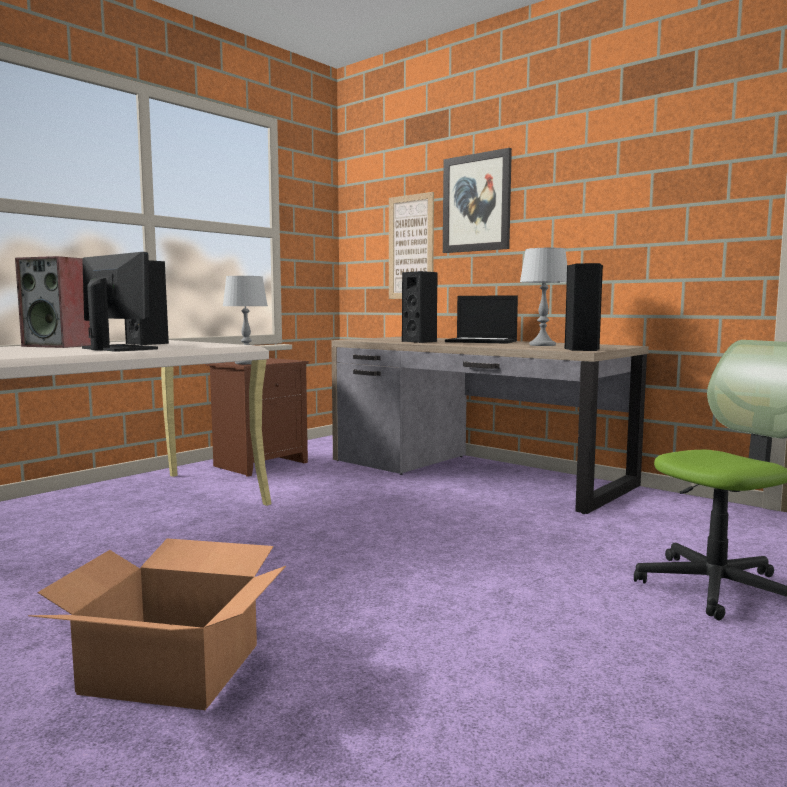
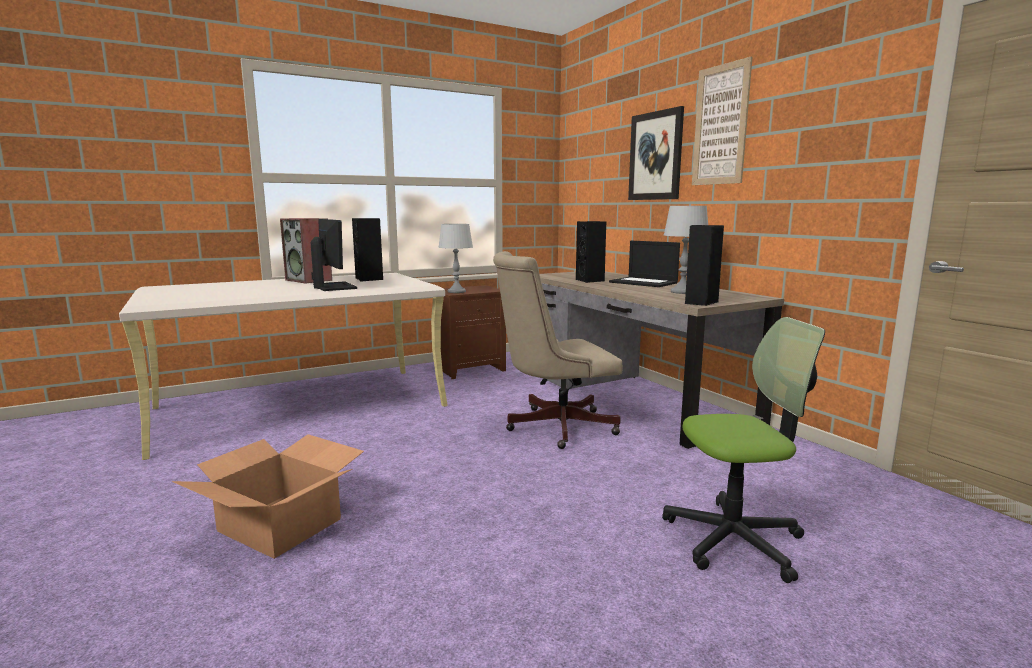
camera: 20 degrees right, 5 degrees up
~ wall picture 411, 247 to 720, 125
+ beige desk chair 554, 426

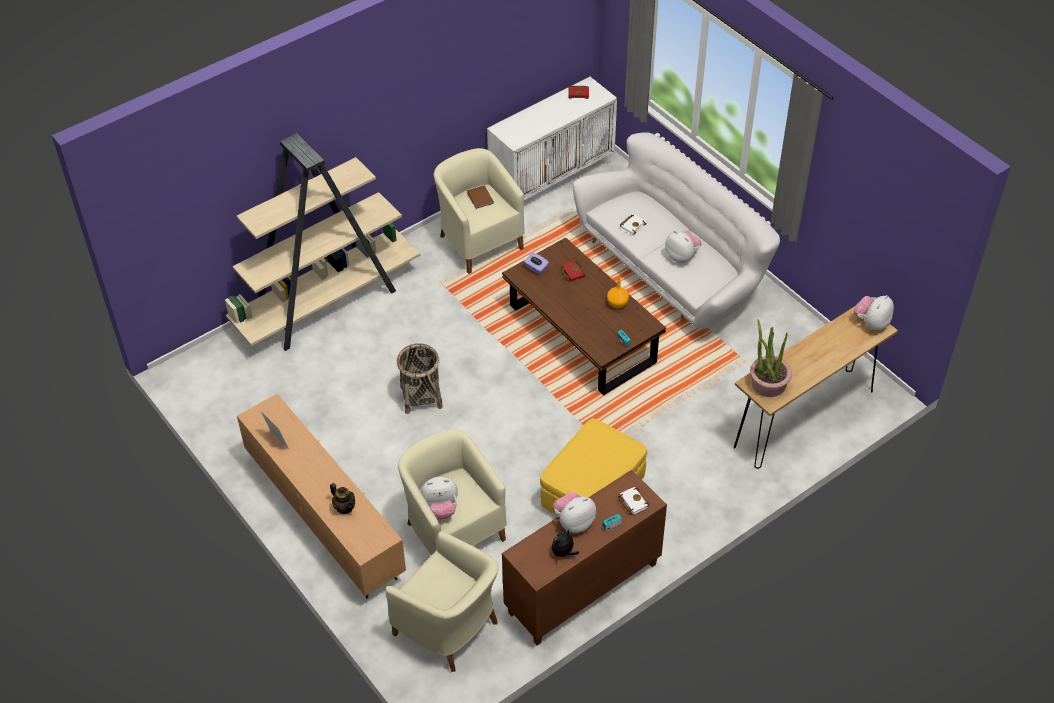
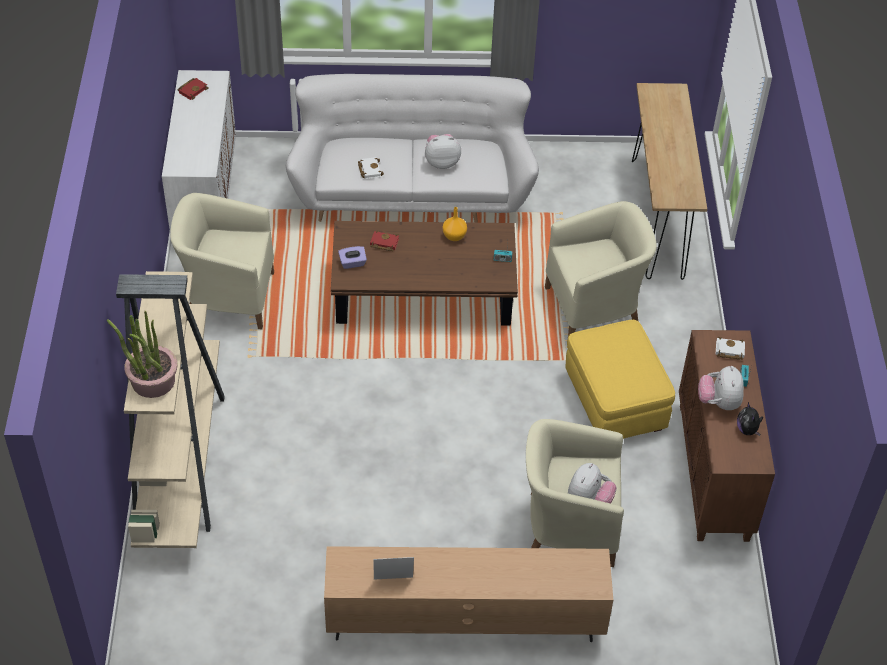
camera: 55 degrees left, 0 degrees up
- brown bound book 480, 198
- cuddly toy 871, 323
~ houseplant 768, 383 to 152, 381
- basket 421, 397
- tea pot 344, 507
~ beige lounge chair 448, 629 to 594, 307

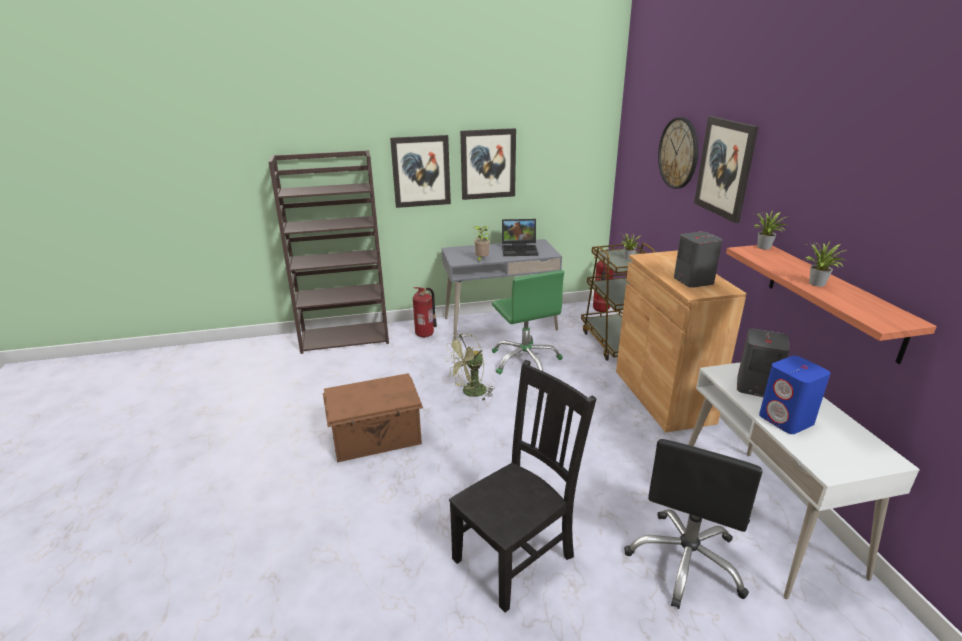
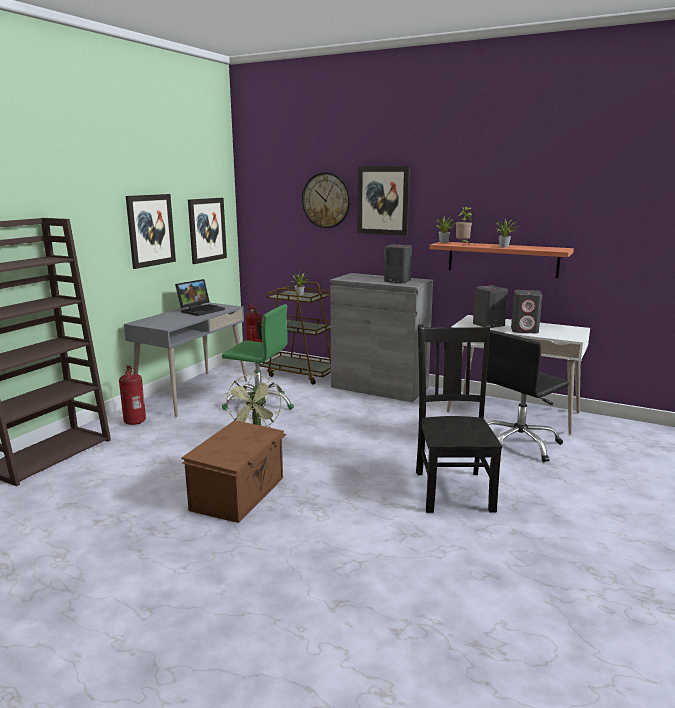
camera: 50 degrees left, 10 degrees down
~ wall picture 421, 171 to 207, 230
~ houseplant 481, 260 to 463, 244
~ brown storage cabinet 663, 396 to gray storage cabinet 379, 387
~ bluish speaker 786, 420 to gray speaker 525, 330
~ black desk chair 686, 561 = 519, 444 75 degrees clockwise

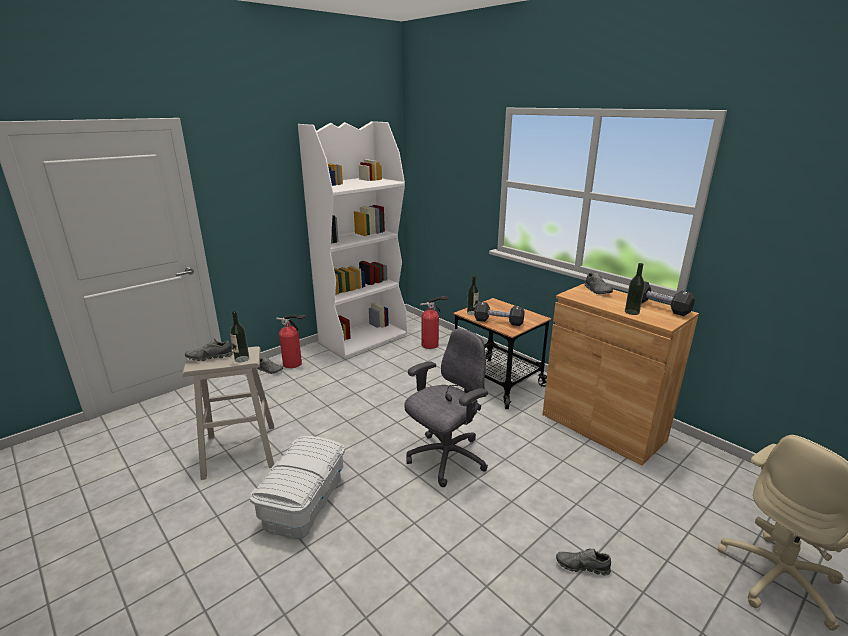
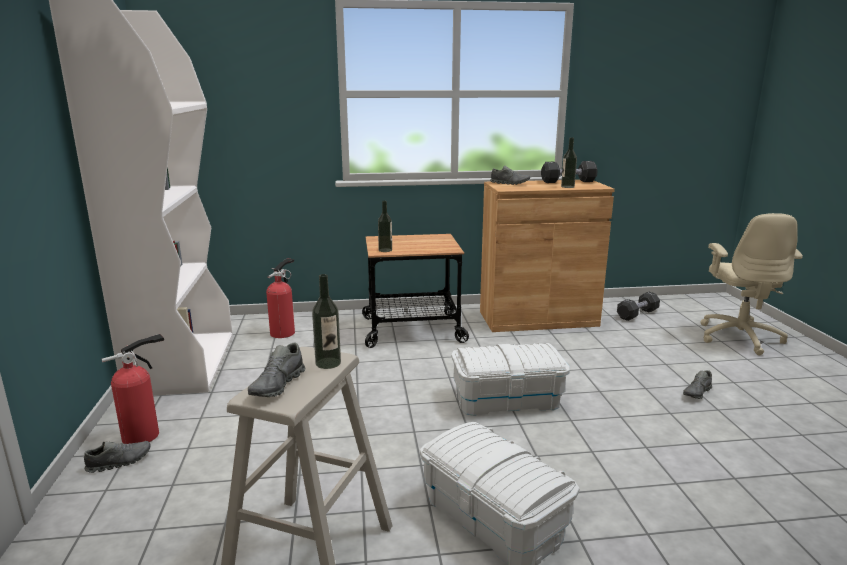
camera: 55 degrees left, 5 degrees down
~ black free weight 498, 322 to 637, 314
~ gray desk chair 445, 458 to white storage box 507, 399

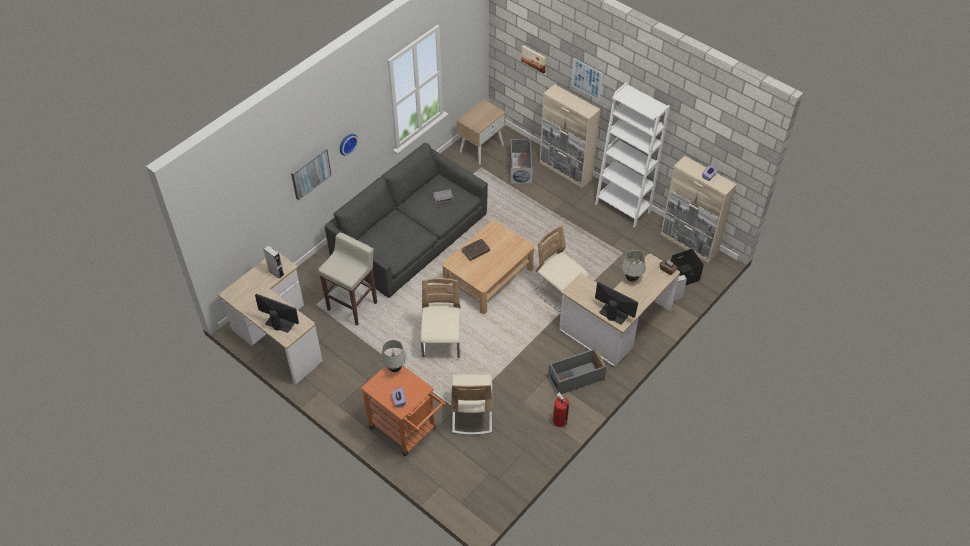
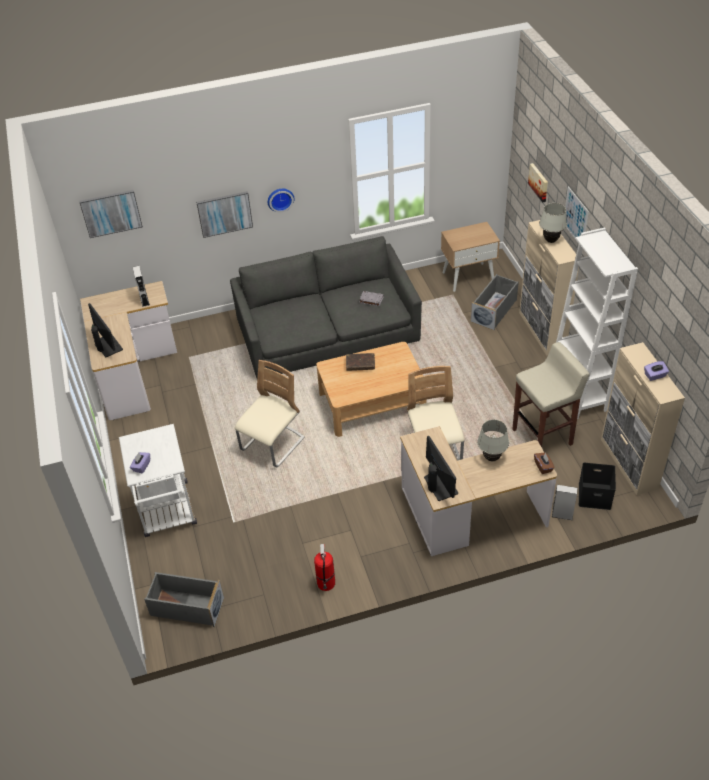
camera: 35 degrees right, 5 degrees down
~ beige stool 353, 306 to 543, 437
~ white table lamp 394, 369 to 550, 240
~ gray storage box 575, 378 to 186, 607
~ orangey cart 406, 431 to white cart 168, 513
- beige chair 472, 414
+ wall picture 111, 213

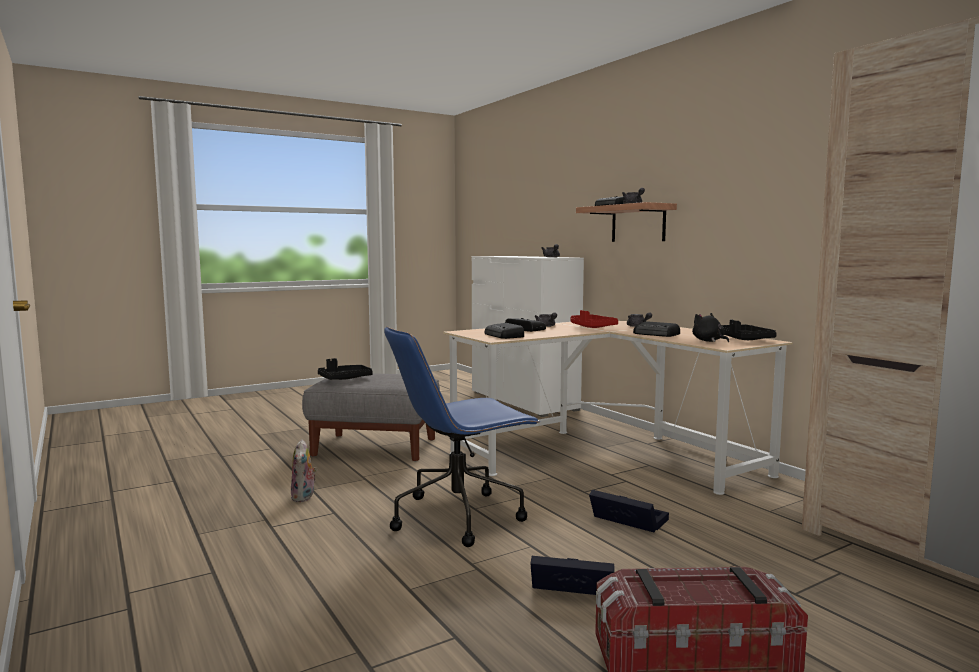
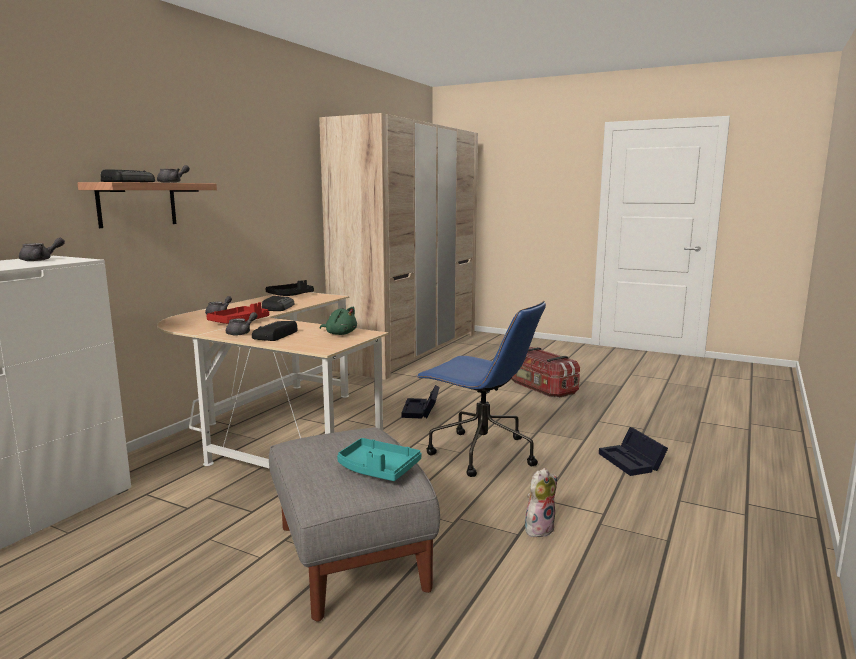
camera: 120 degrees left, 5 degrees up
- black cuddly toy 709, 341
~ radio set 504, 336 to green cuddly toy 340, 334
~ black carrying tray 344, 378 to blue-green carrying tray 377, 469
~ black storage box 570, 585 to 632, 462

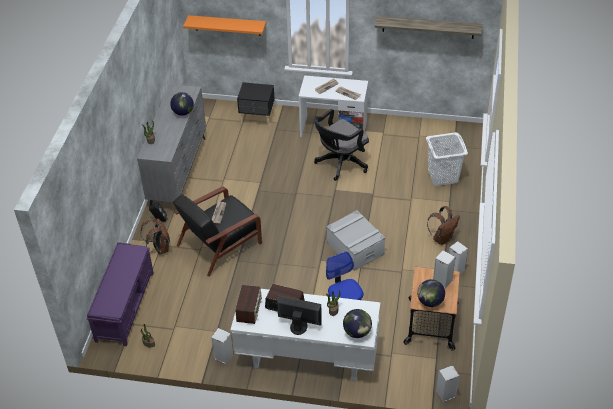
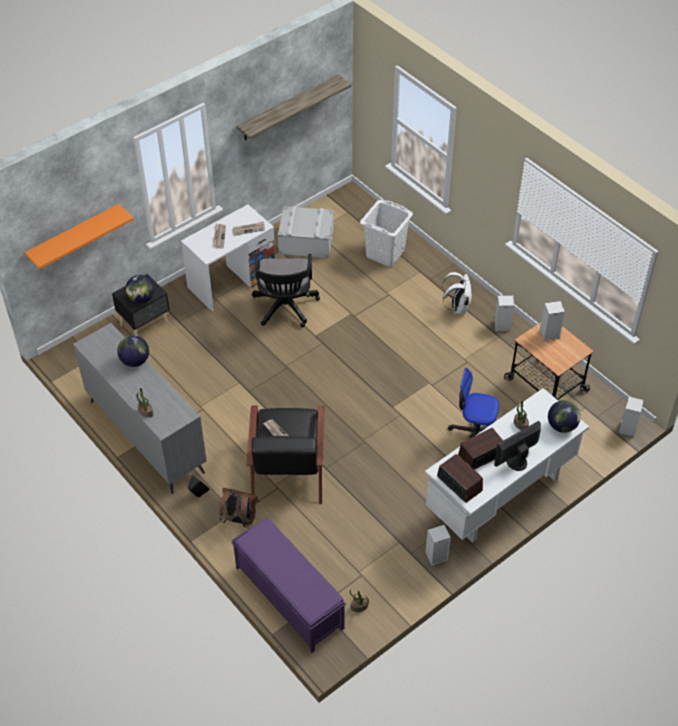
camera: 50 degrees left, 5 degrees up
~ brown rucksack 442, 238 to white rucksack 457, 307
~ gray storage box 355, 248 to 306, 241
~ globe 430, 302 to 141, 299

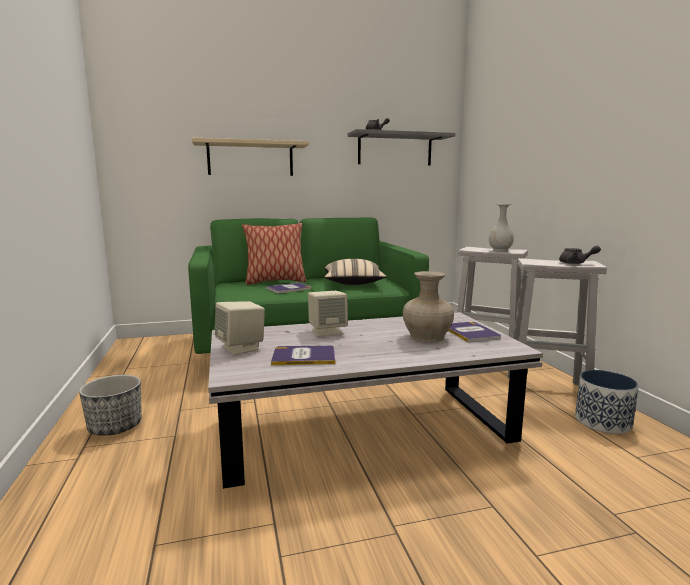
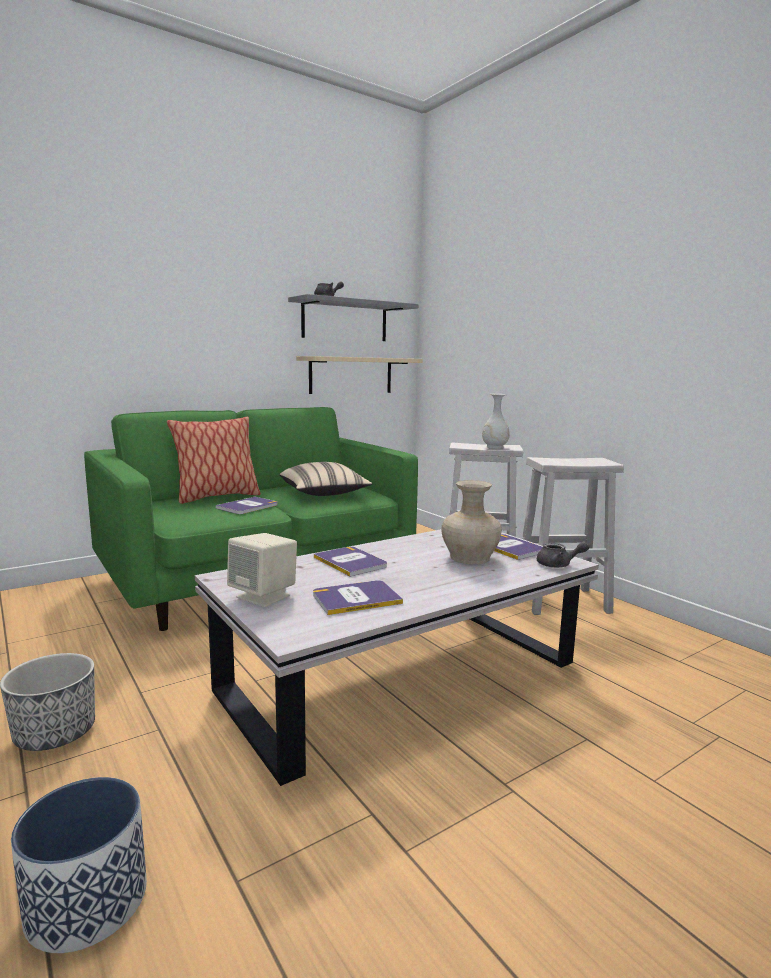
camera: 20 degrees left, 0 degrees up
~ beige bracket shelf 250, 159 to 351, 375
~ gray tea pot 576, 263 to 558, 565
~ beige speaker 327, 331 to bound book 350, 562
~ flower pot 603, 422 to 86, 903

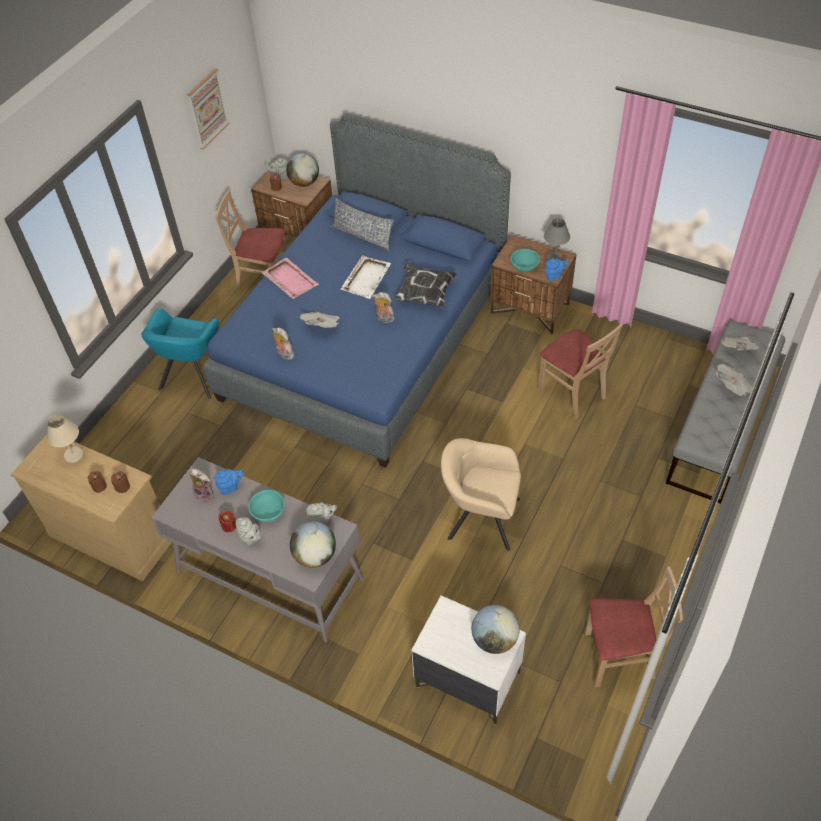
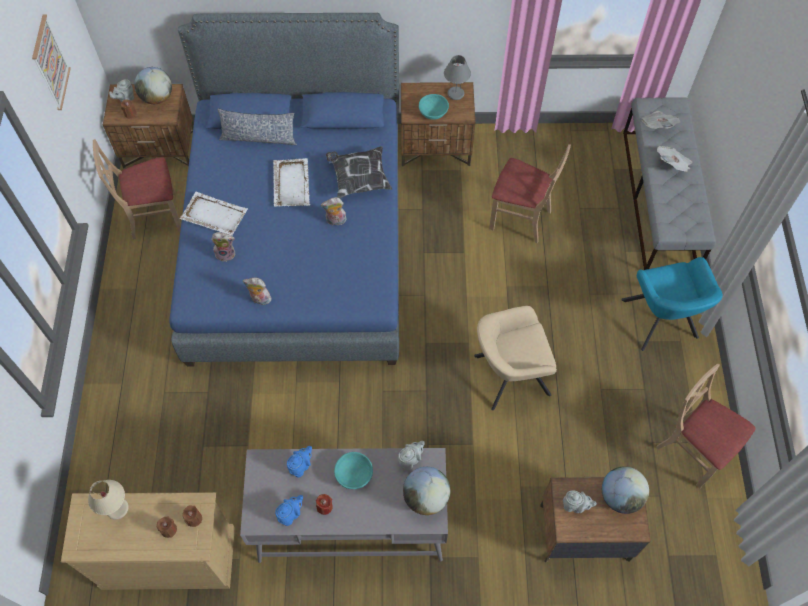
camera: 30 degrees left, 10 degrees up
~ pink carrying tray 290, 279 to white carrying tray 213, 215
~ bluish tea pot 554, 276 to 291, 514
~ blue-green lounge chair 193, 375 to 661, 321
- printed paper 322, 326
~ cuddly toy 205, 494 to 226, 254
~ gray tea pot 250, 538 to 575, 506
~ beige chair 619, 657 = 693, 450 105 degrees counterclockwise
~ white nightstand 467, 679 to brown nightstand 583, 533

